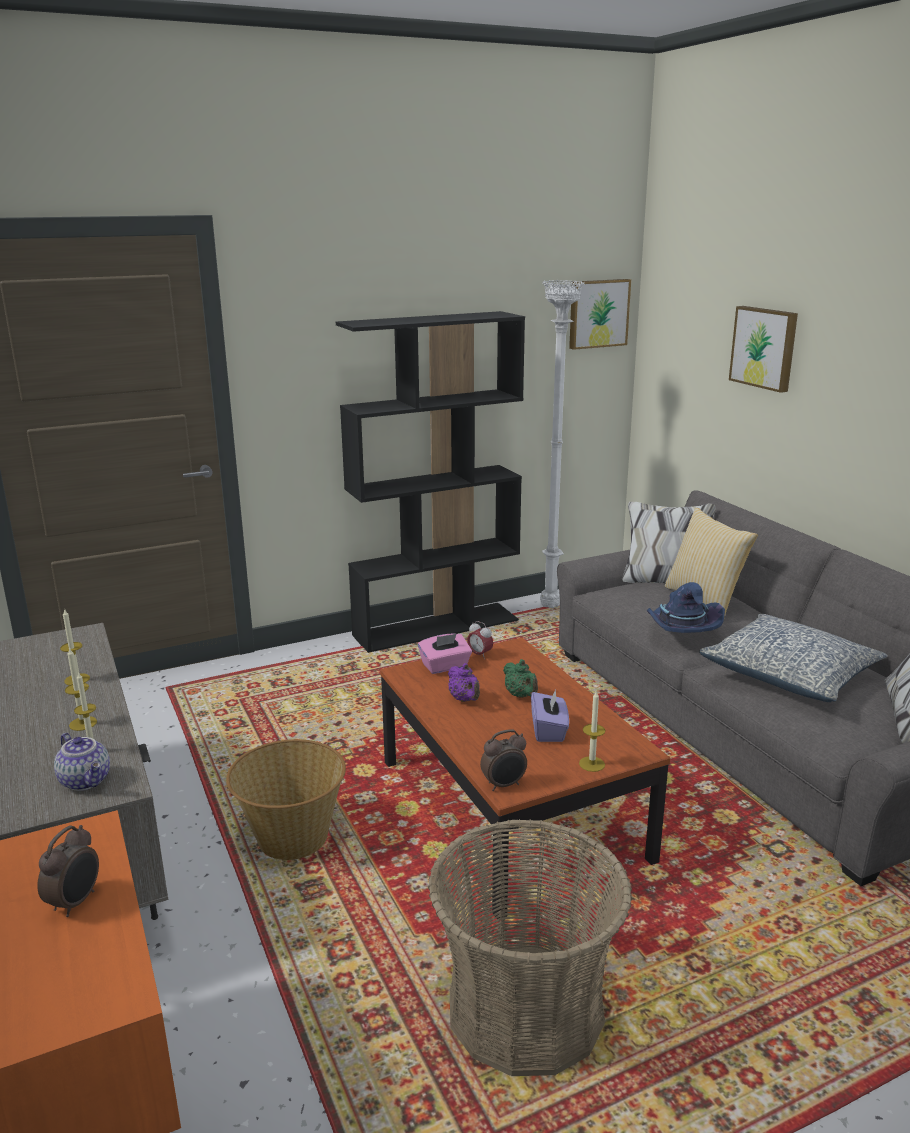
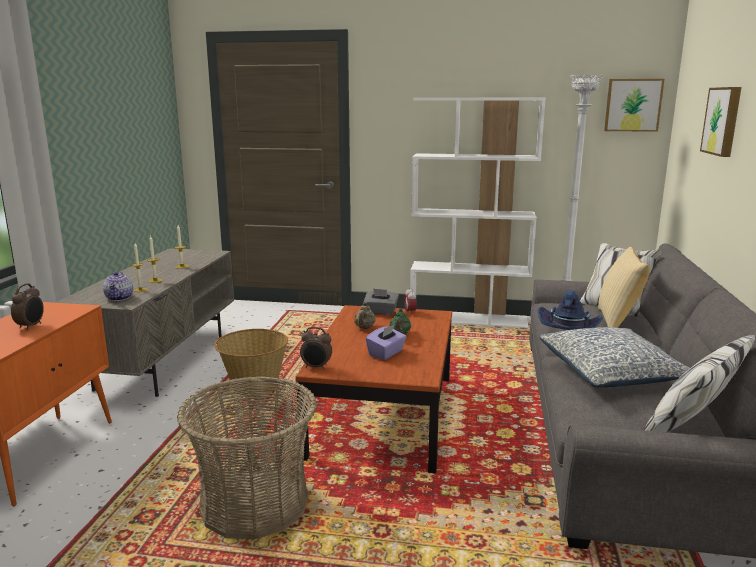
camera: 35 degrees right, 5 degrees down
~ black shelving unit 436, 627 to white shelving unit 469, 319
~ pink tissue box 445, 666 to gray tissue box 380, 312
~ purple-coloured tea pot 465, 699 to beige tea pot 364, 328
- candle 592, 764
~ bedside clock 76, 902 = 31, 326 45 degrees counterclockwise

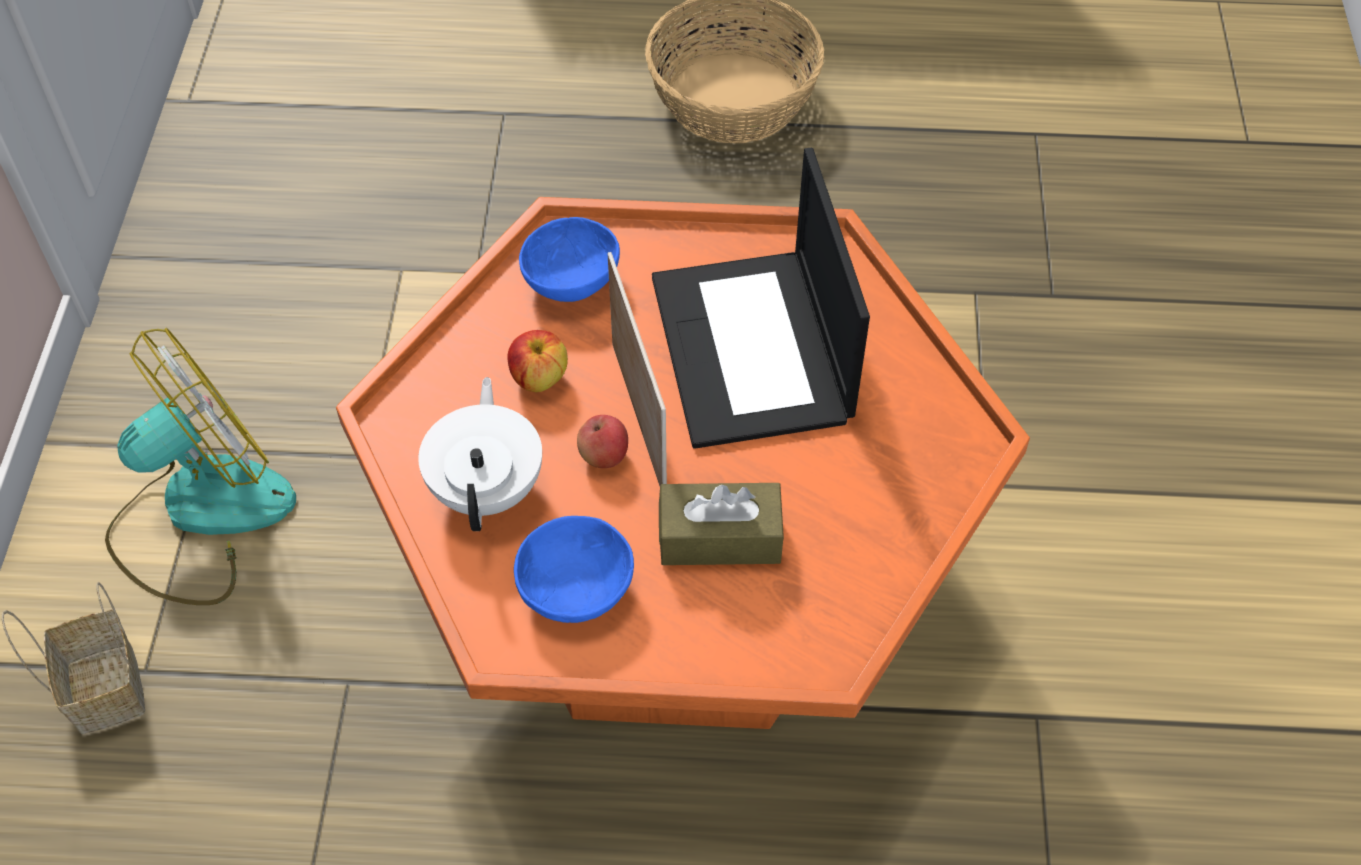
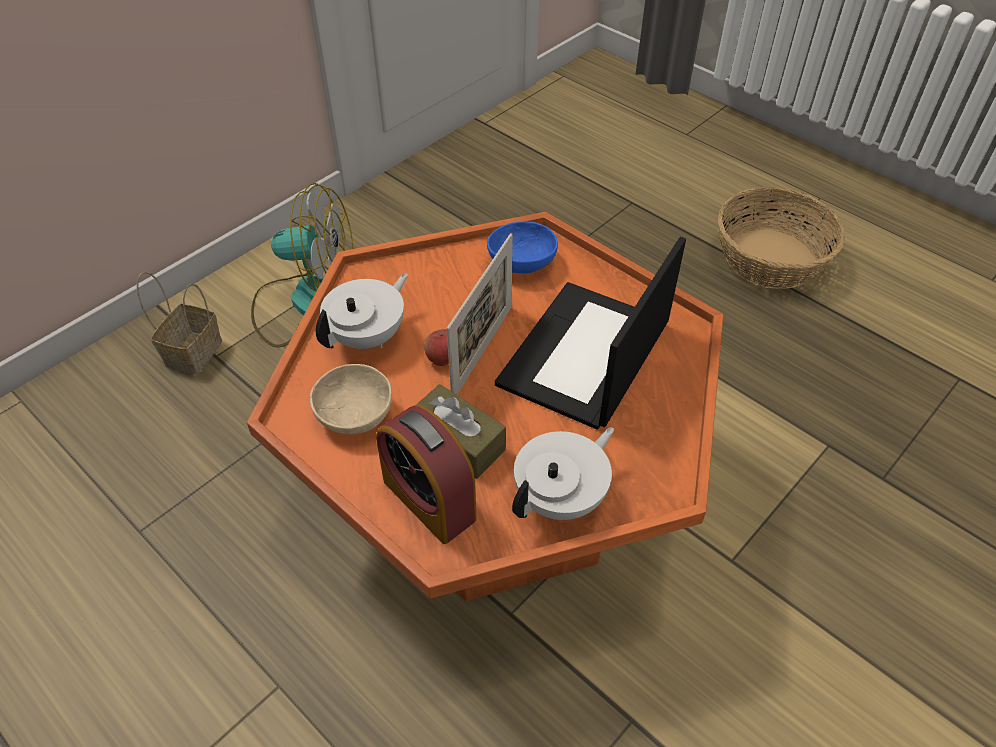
camera: 40 degrees right, 5 degrees down
- apple 539, 378
~ bluish deep dish 576, 591 to beige deep dish 354, 416
+ bedside clock 429, 500
+ white tea pot 561, 498

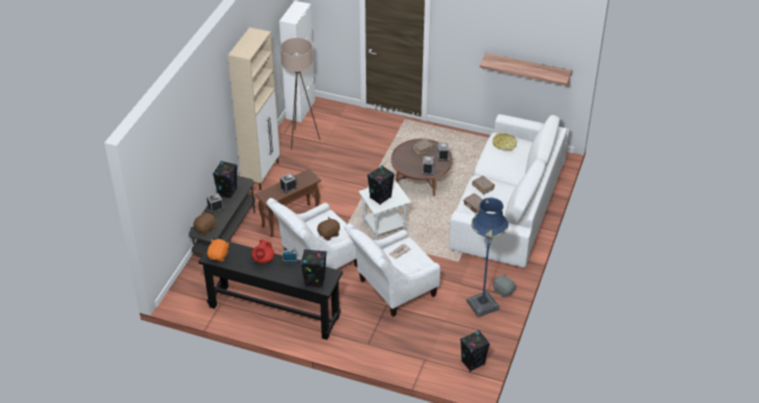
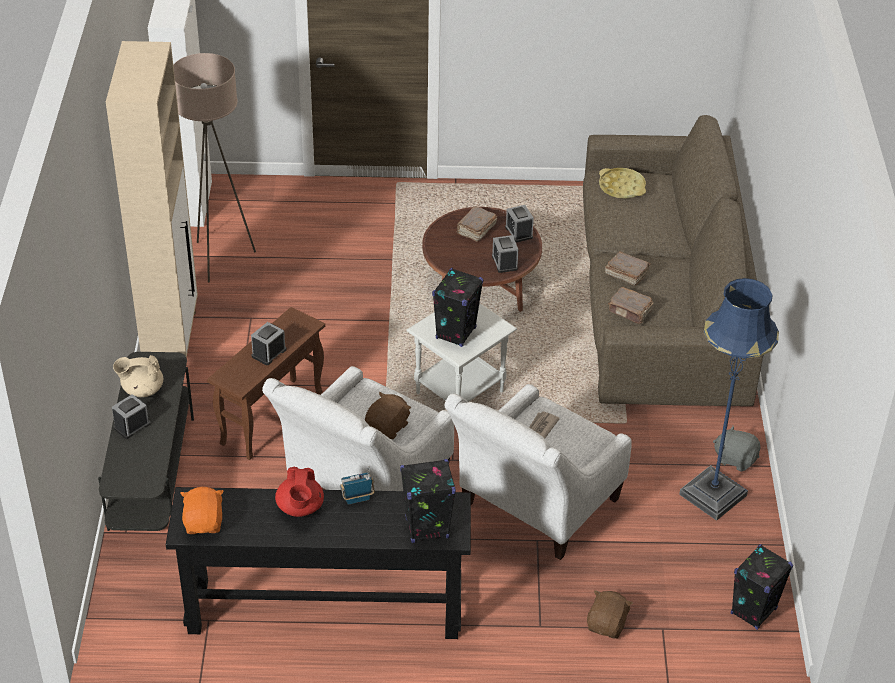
camera: 20 degrees left, 0 degrees up
- bracket shelf 527, 69
~ white couch 508, 204 to brown couch 659, 297
~ black speaker 227, 192 to beige tea pot 142, 389
~ brown cuddly toy 206, 228 to 607, 625

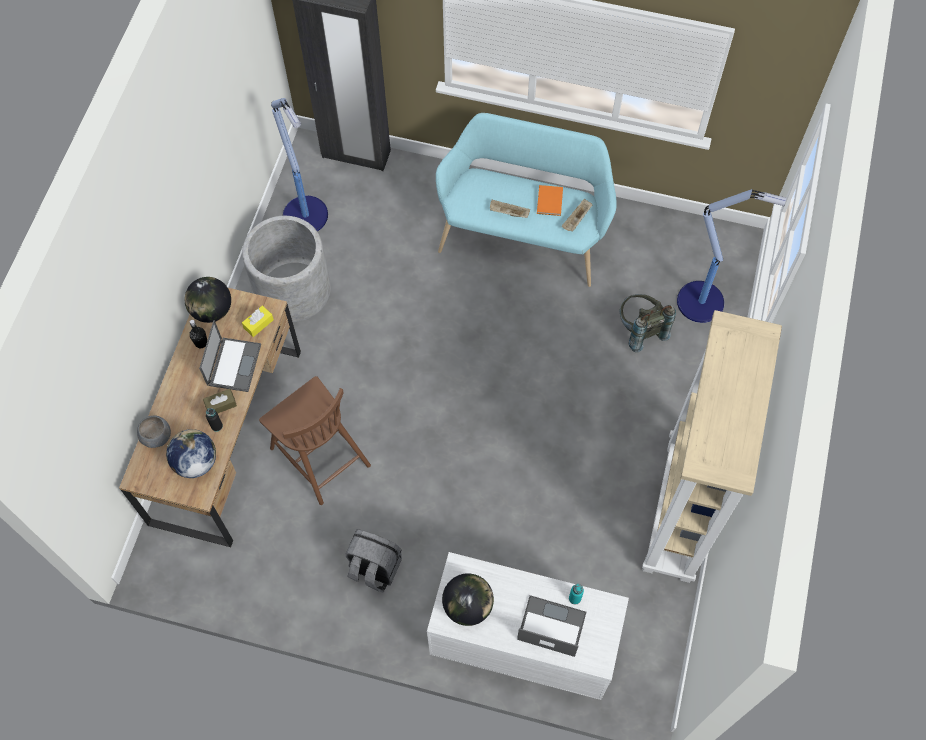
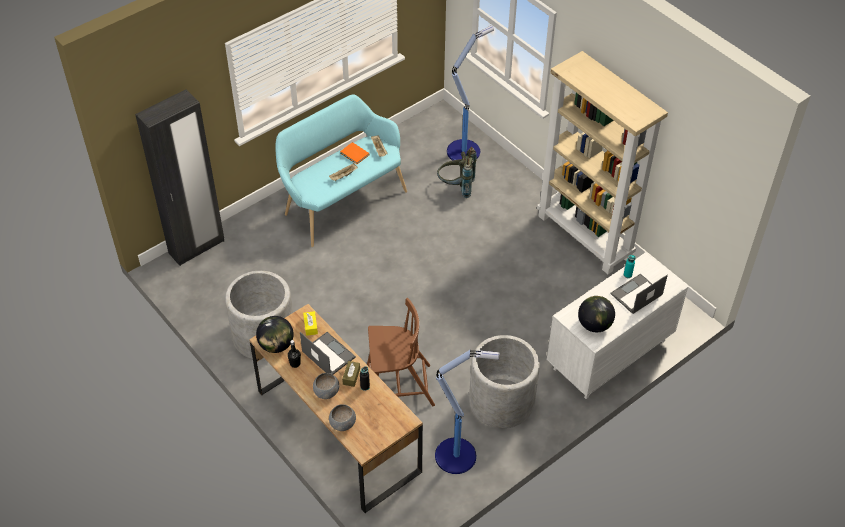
camera: 55 degrees left, 15 degrees down
~ standing lamp 306, 217 to 457, 456
- globe 195, 462
~ gray rucksack 374, 568 to gray flower pot 501, 401
+ gray deep dish 326, 392

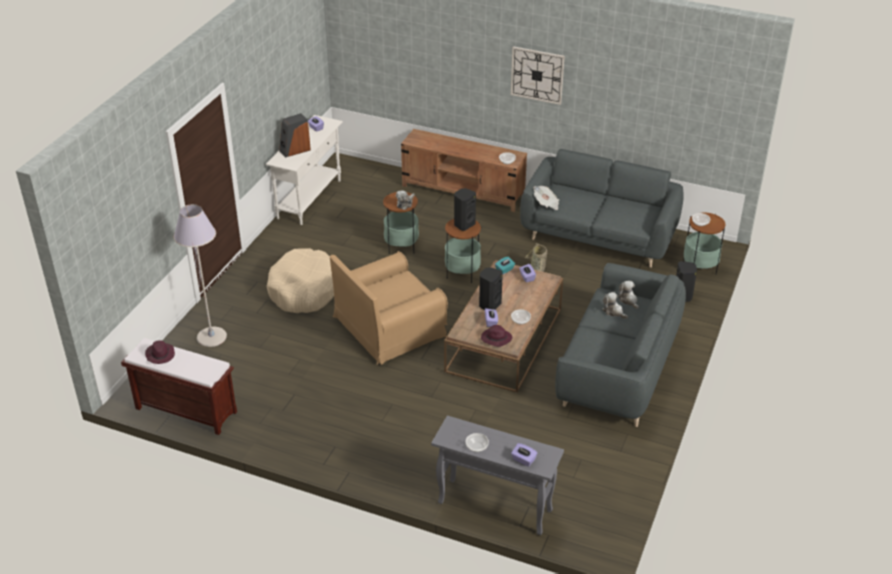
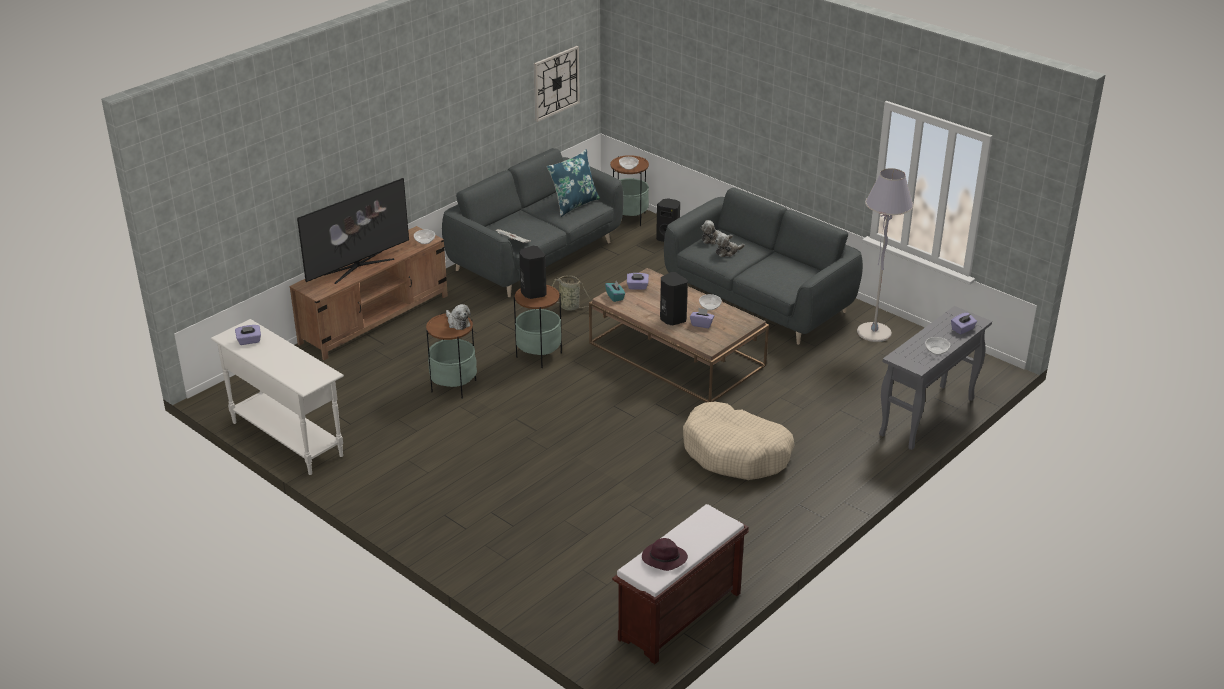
camera: 70 degrees left, 5 degrees down
~ wall clock 537, 75 to 556, 83
- speaker 295, 150
~ gray standing lamp 211, 338 to 874, 333
~ beige pet bed 304, 290 to 736, 453
- brown lounge chair 389, 326
- purple-coloured hat 495, 339
+ bluish pillow 574, 204
+ TV set 358, 267

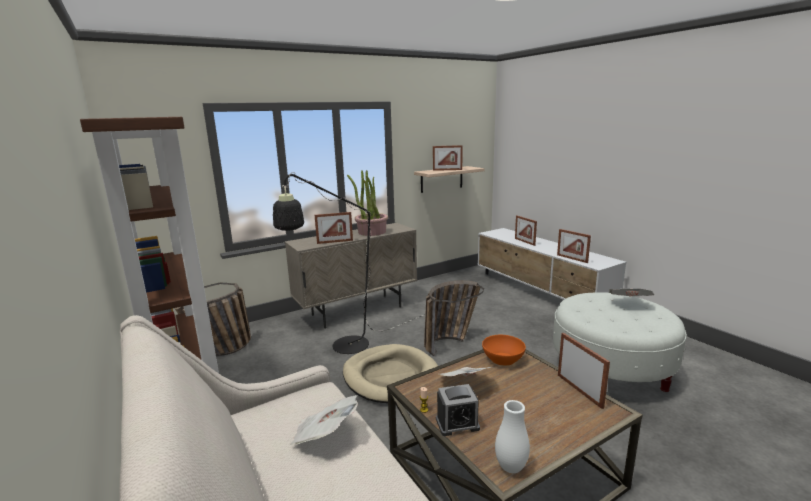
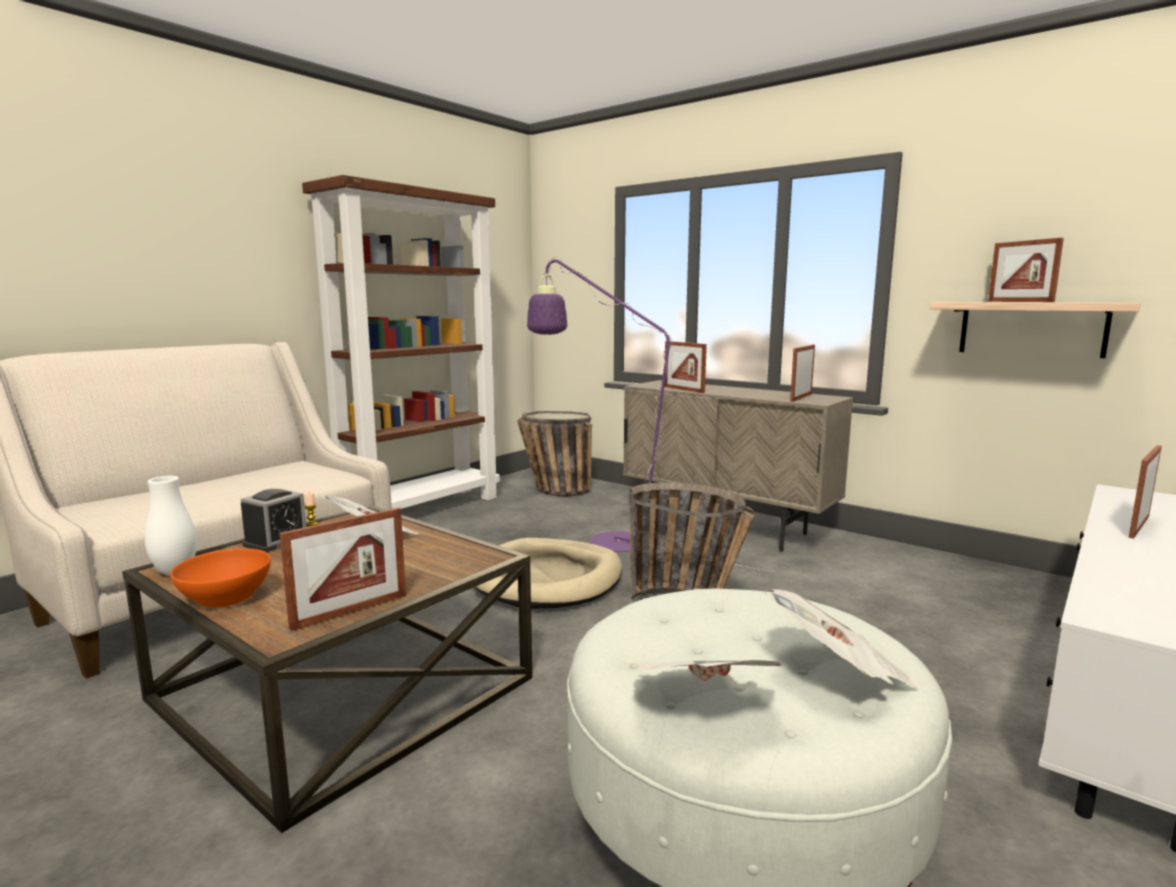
camera: 70 degrees right, 5 degrees down
- houseplant 371, 232
~ black standing lamp 342, 348 to purple-coloured standing lamp 604, 539
~ standing frame 572, 258 to 801, 397
~ orangey deep dish 502, 359 to 225, 596
~ bedside clock 457, 424 = 276, 541 120 degrees counterclockwise
~ printed paper 325, 435 to 702, 702

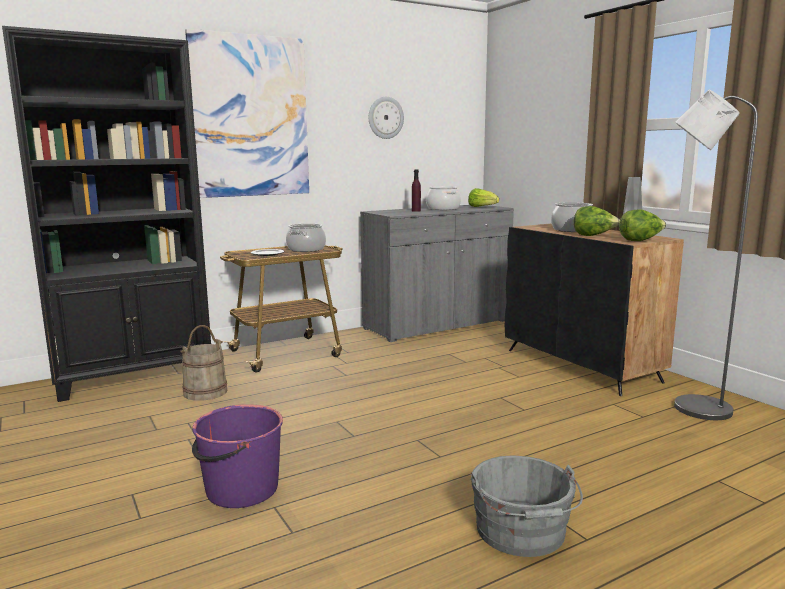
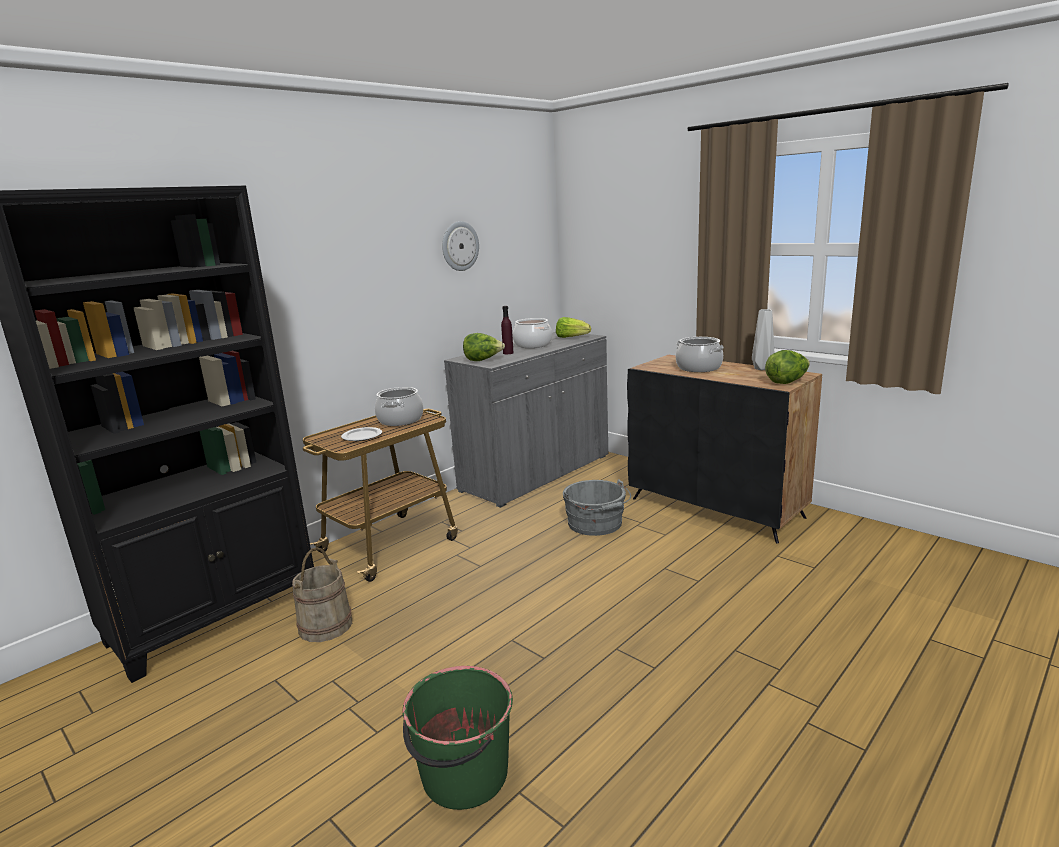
camera: 15 degrees left, 5 degrees up
- wall picture 250, 117
- gray standing lamp 690, 407
~ head of lettuce 593, 236 to 483, 360
~ purple-coloured water bucket 241, 490 to green water bucket 464, 775
~ gray water bucket 522, 533 to 596, 524

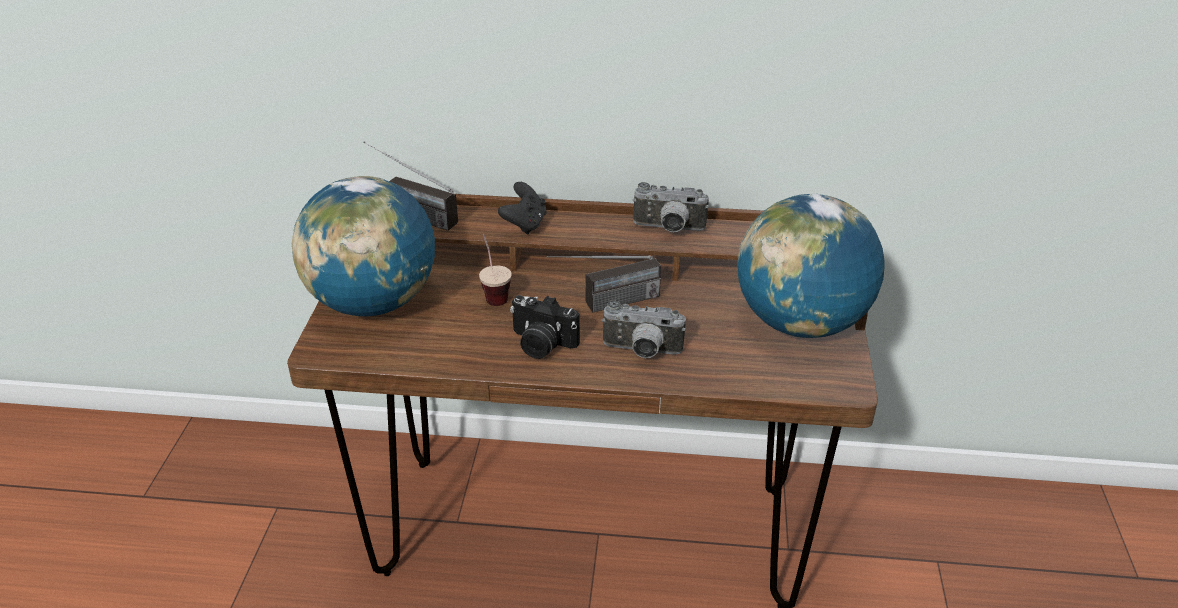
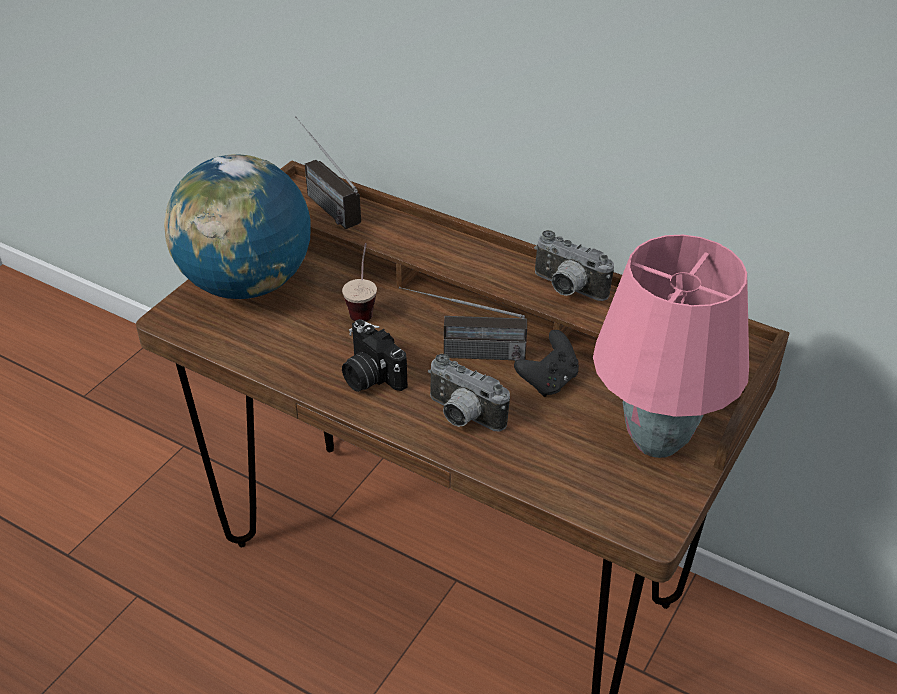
camera: 25 degrees right, 5 degrees up
~ black joypad 525, 224 to 548, 381
~ globe 800, 323 to pink table lamp 654, 440

